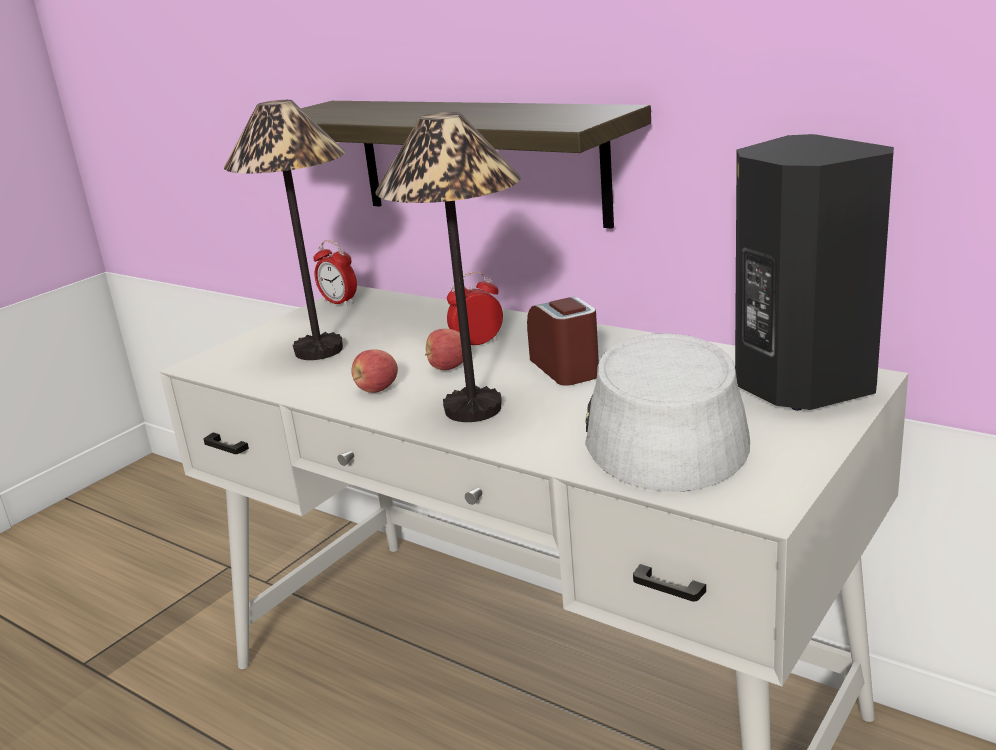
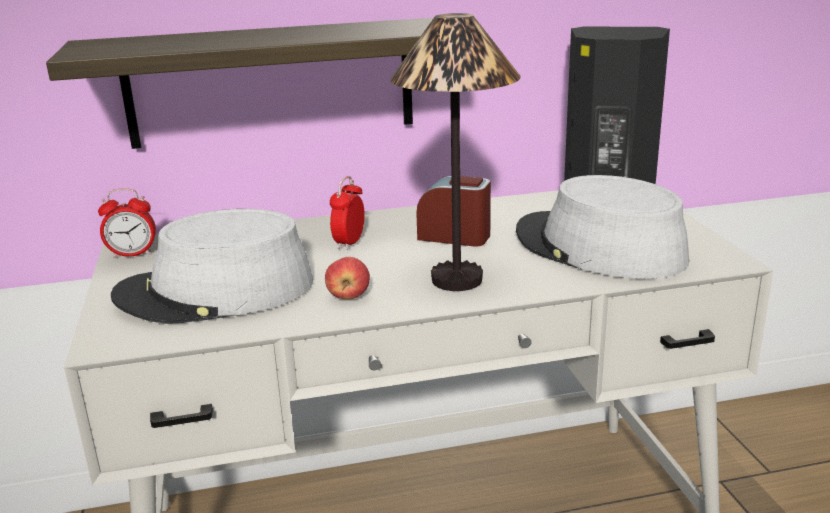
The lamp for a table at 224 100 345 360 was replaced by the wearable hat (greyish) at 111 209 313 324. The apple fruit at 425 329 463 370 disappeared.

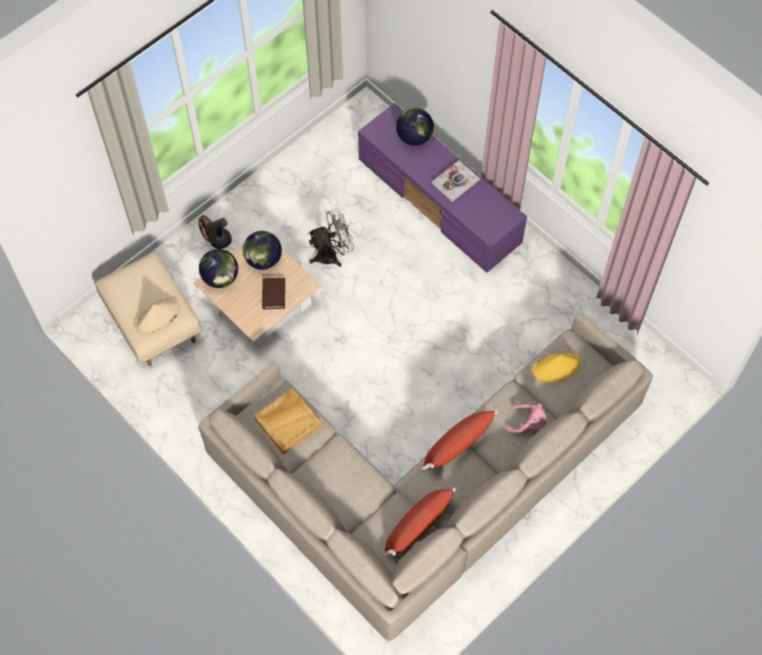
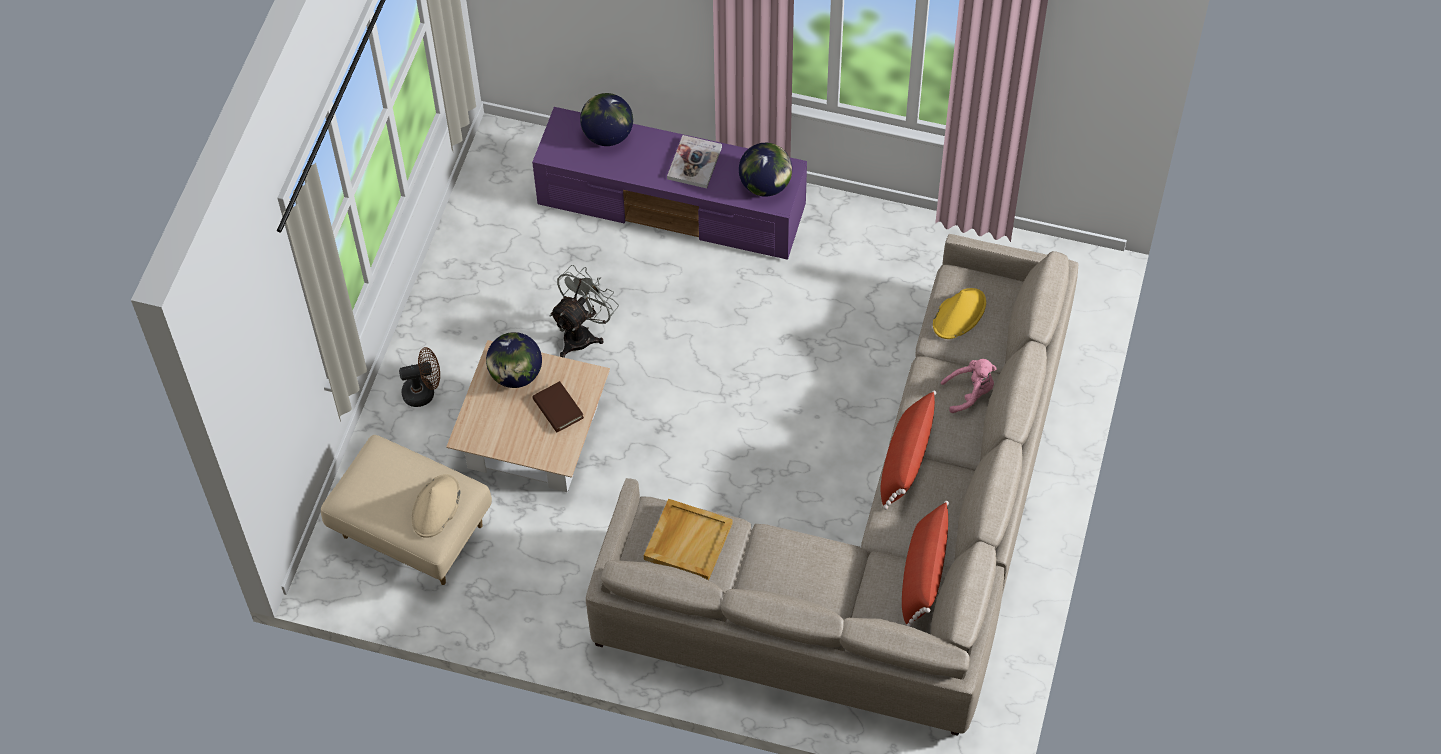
The fan (brown-coloured) at 199 215 232 249 turned 135 degrees counterclockwise. The desk globe moved from 199 249 238 288 to 739 143 792 197.

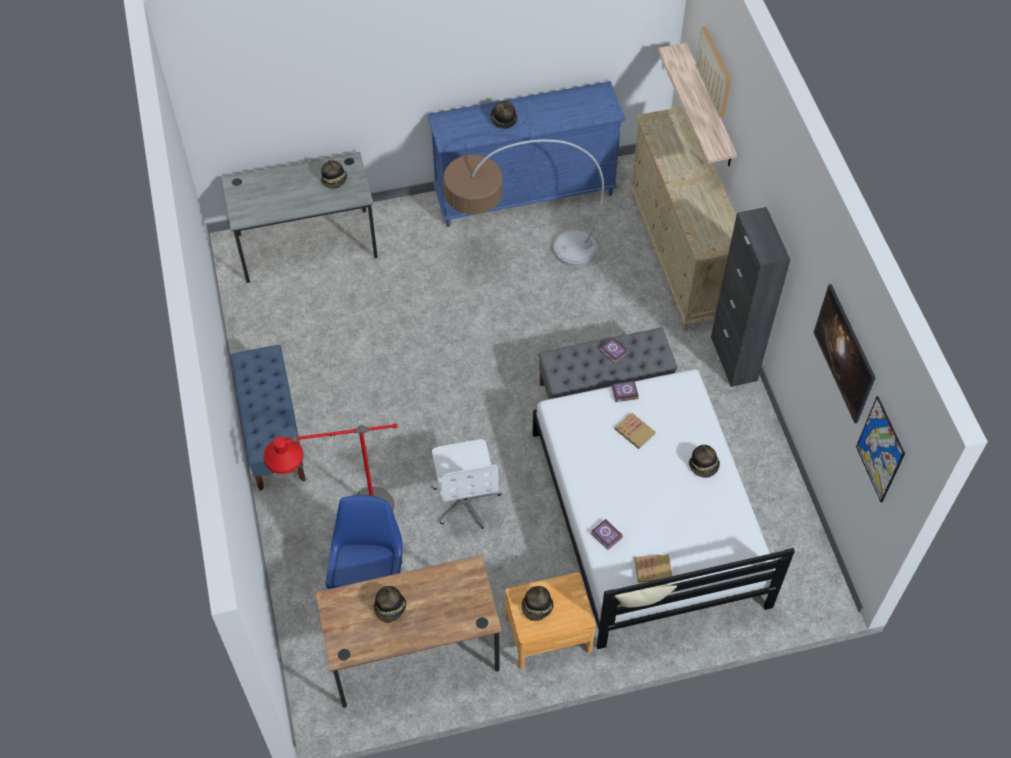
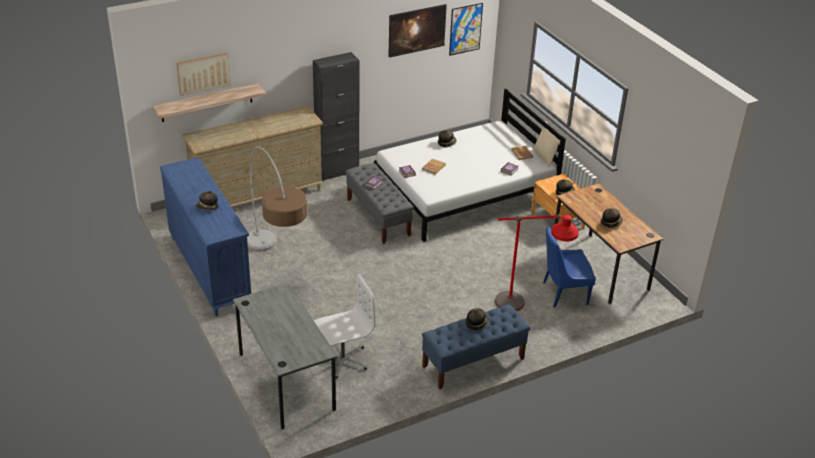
The desk chair (white-coloured) moved from 432 439 502 529 to 314 274 375 379. The wearable hat moved from 321 160 347 189 to 465 308 489 331.

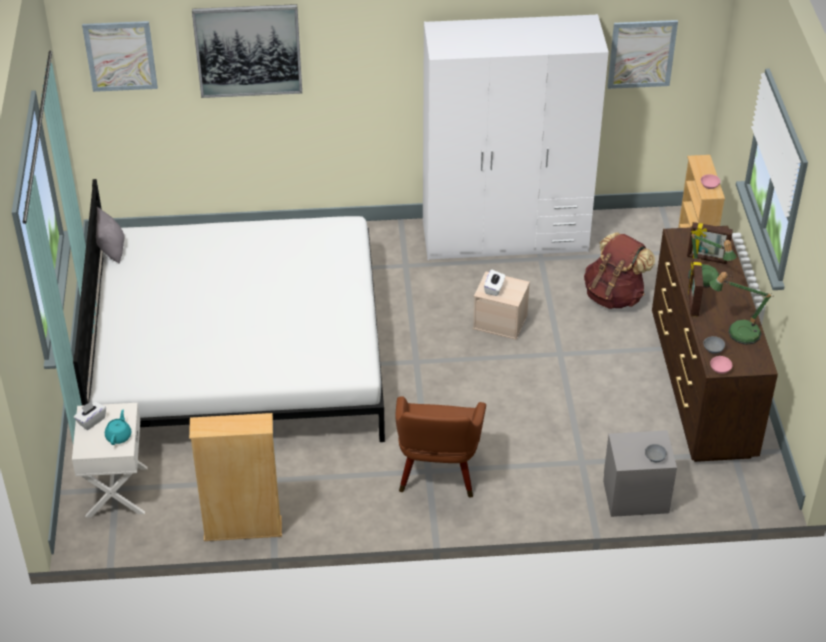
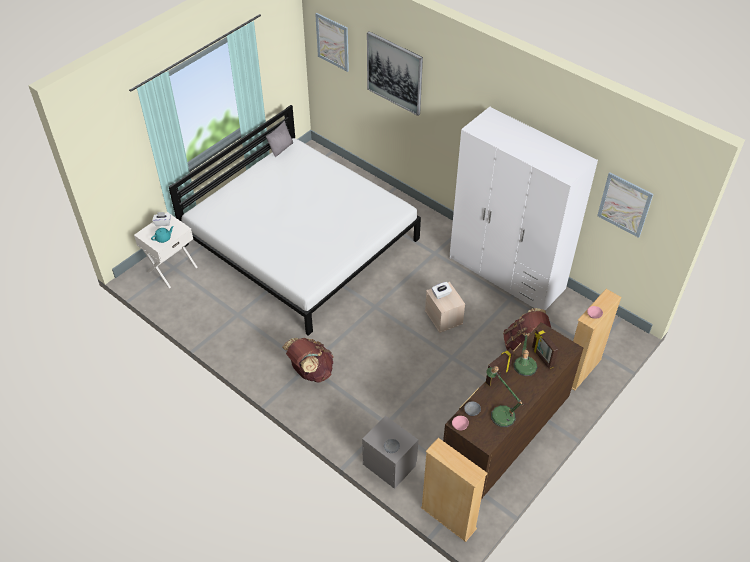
The armchair (brown-coloured) at 395 396 486 498 was replaced by the rucksack (brown-coloured) at 282 338 334 383. The shelving unit (beige) moved from 189 413 282 541 to 421 438 488 542.

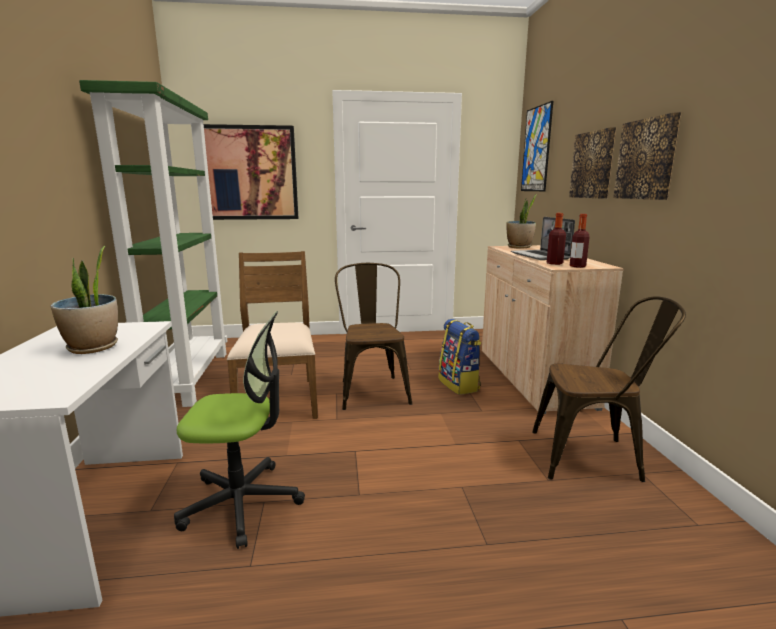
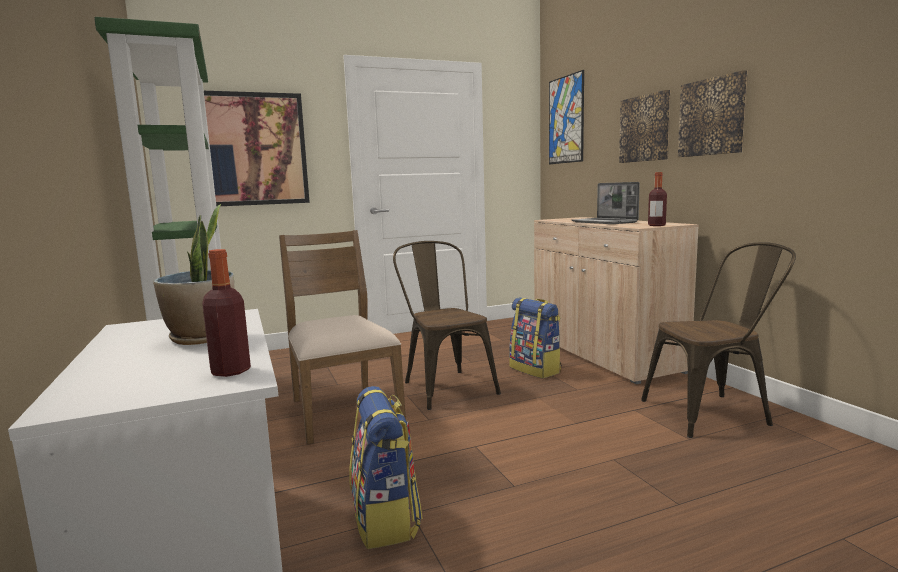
The drink bottle moved from 547 213 566 265 to 202 249 251 377. The desk chair at 174 311 305 549 was replaced by the rucksack at 349 386 423 549. The potted plant at 507 194 537 249 disappeared.

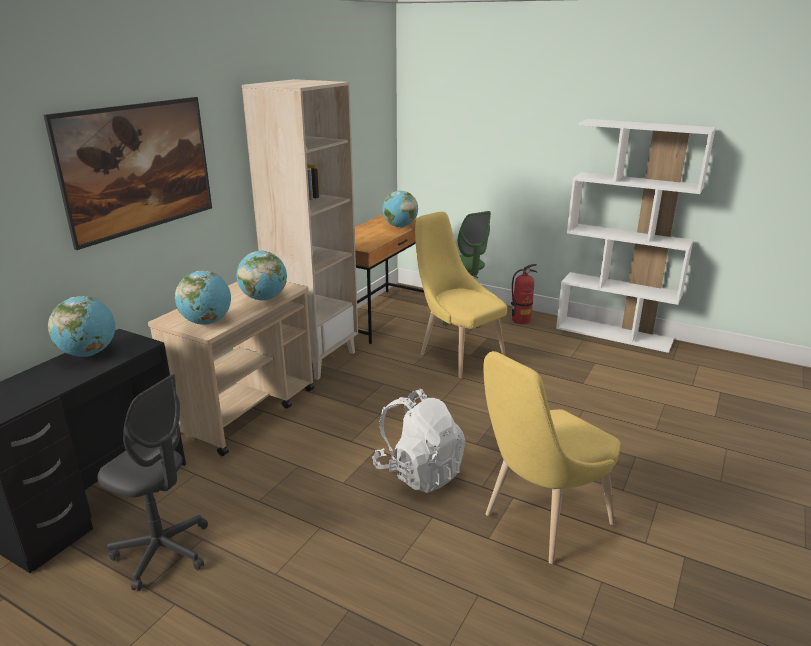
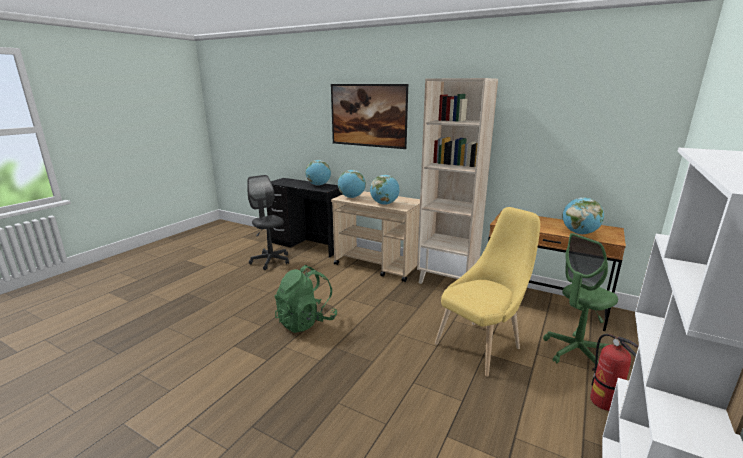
The desk chair (greyish) at 98 374 208 591 turned 120 degrees clockwise. The rucksack (white-coloured) at 372 388 465 493 became the rucksack (green) at 274 265 337 333. The chair (yellow) at 483 351 621 564 disappeared.

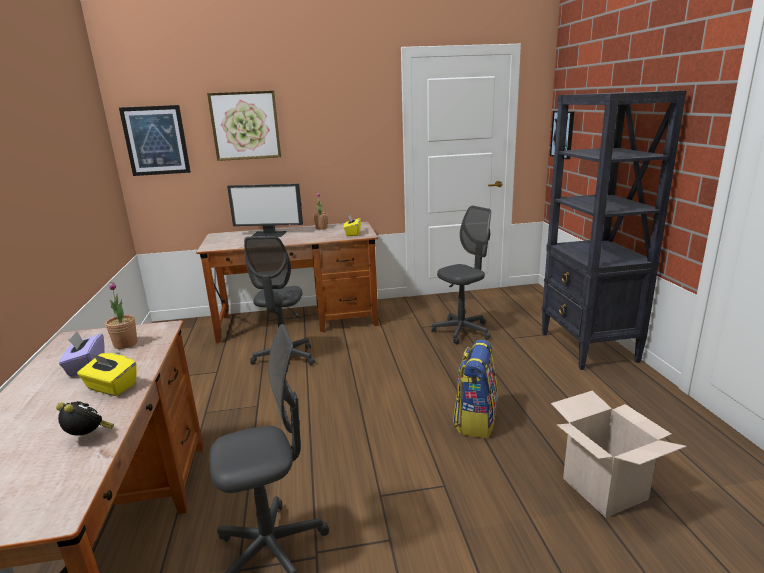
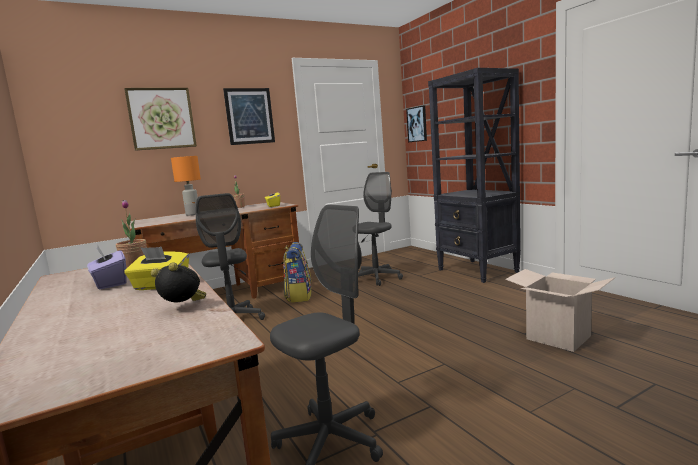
The computer display at 227 184 303 237 was replaced by the lamp for a table (orange-coloured) at 171 156 201 215. The wall art moved from 119 105 191 176 to 223 88 275 145. The rucksack moved from 453 340 498 439 to 283 242 312 303.

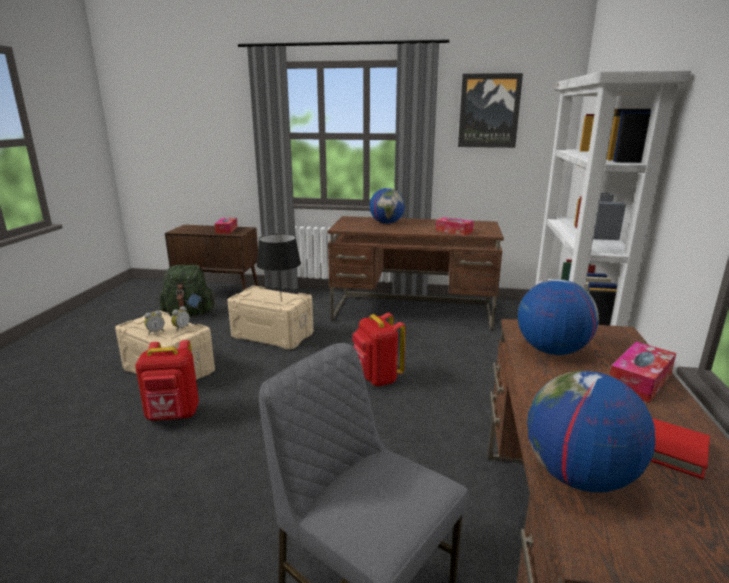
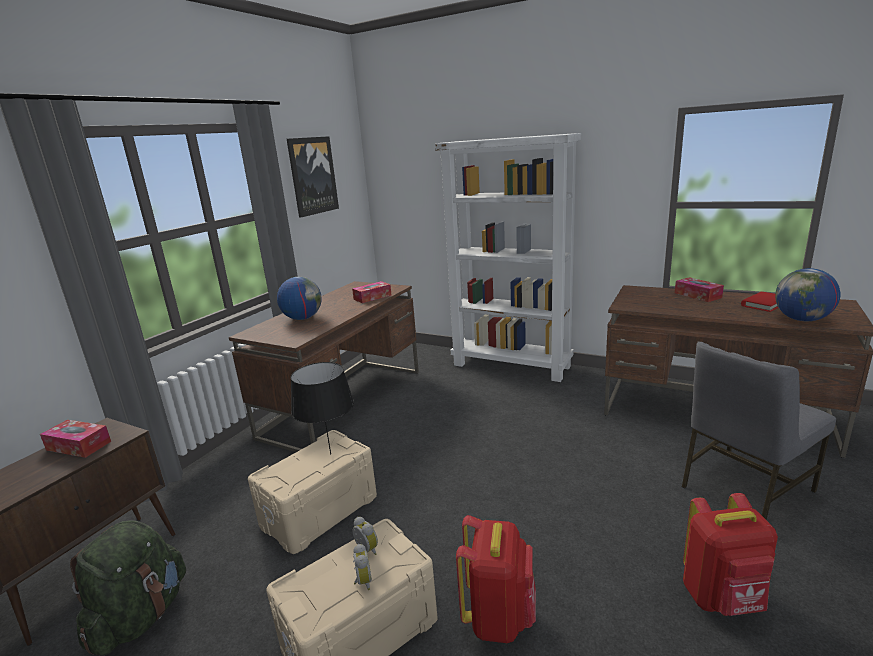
The rucksack (red-coloured) moved from 353 312 406 387 to 683 493 778 616. The desk globe at 518 279 599 355 disappeared.

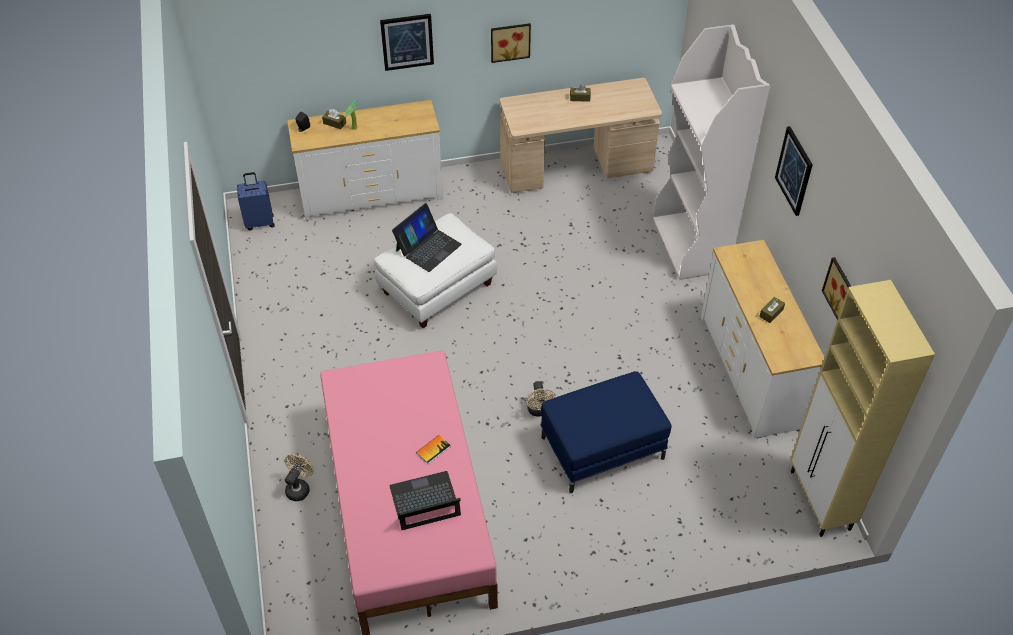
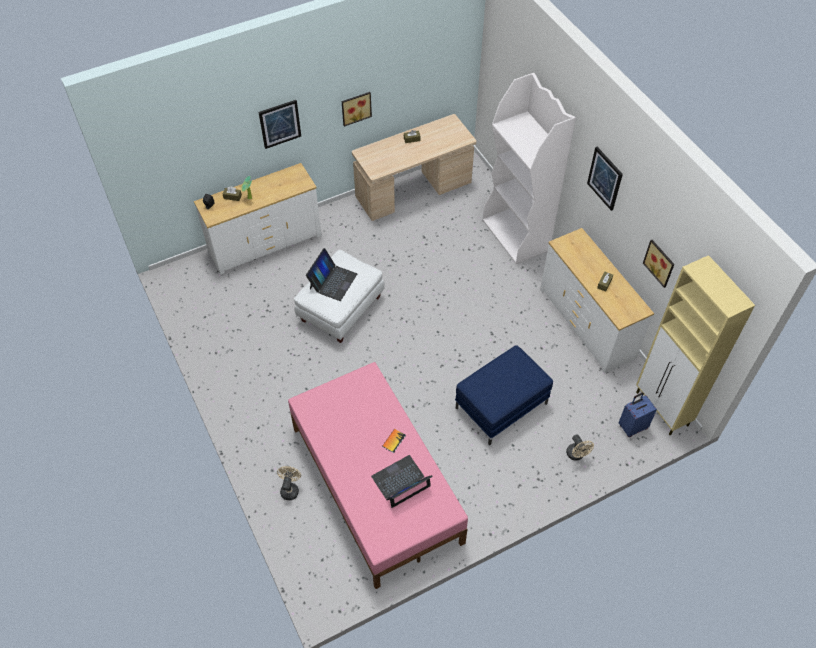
The fan (beige) moved from 526 381 556 416 to 566 434 594 461. The piece of luggage (blue-coloured) moved from 237 172 275 231 to 619 392 657 437.

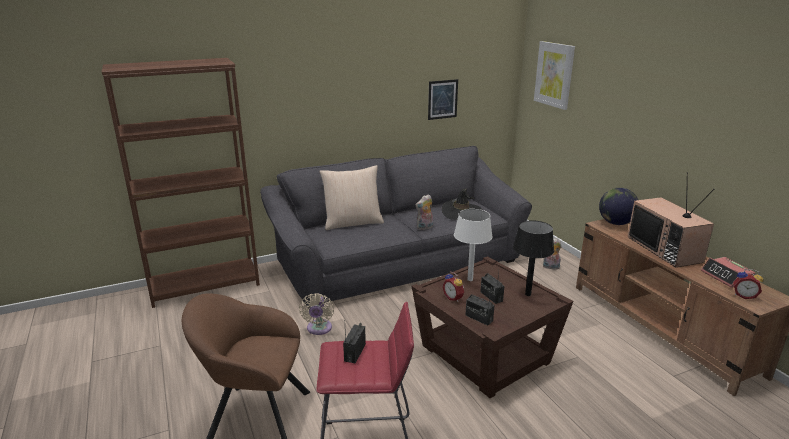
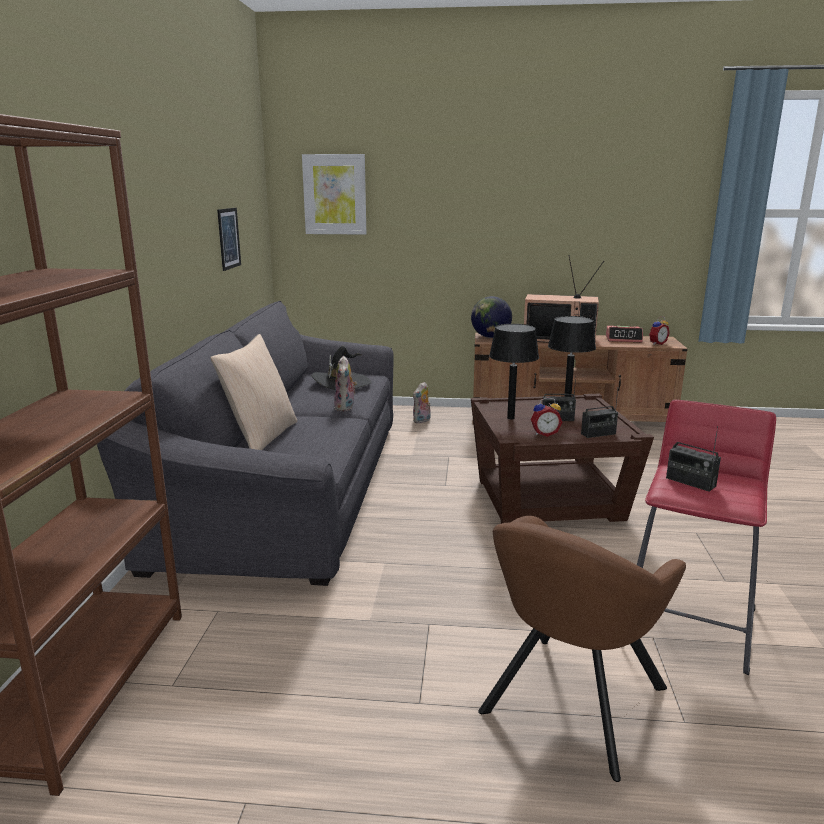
The lamp for a table (white-coloured) at 454 209 493 281 became the lamp for a table (black-coloured) at 489 324 539 420. The fan (beige) at 299 293 334 335 disappeared.

